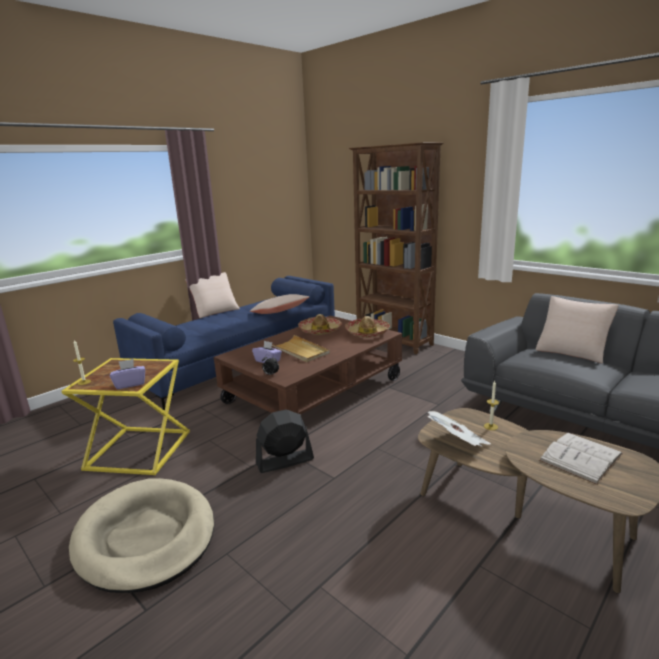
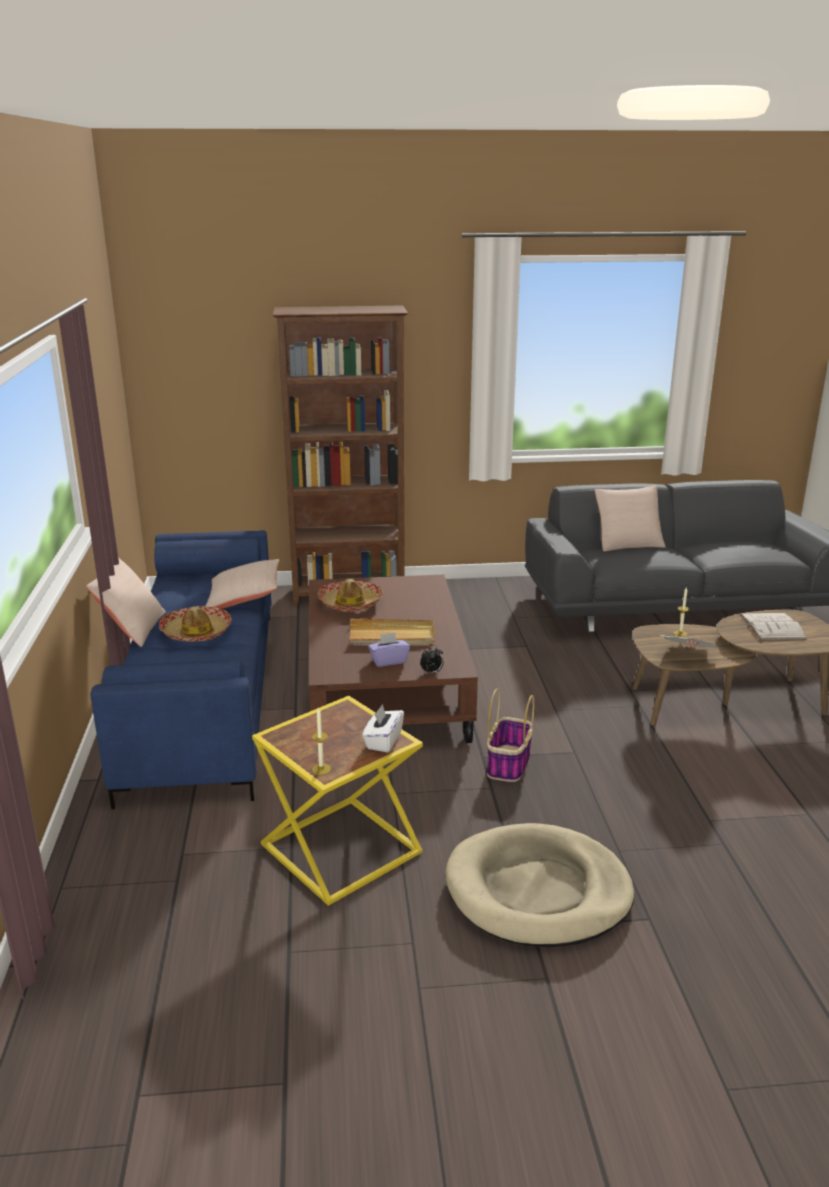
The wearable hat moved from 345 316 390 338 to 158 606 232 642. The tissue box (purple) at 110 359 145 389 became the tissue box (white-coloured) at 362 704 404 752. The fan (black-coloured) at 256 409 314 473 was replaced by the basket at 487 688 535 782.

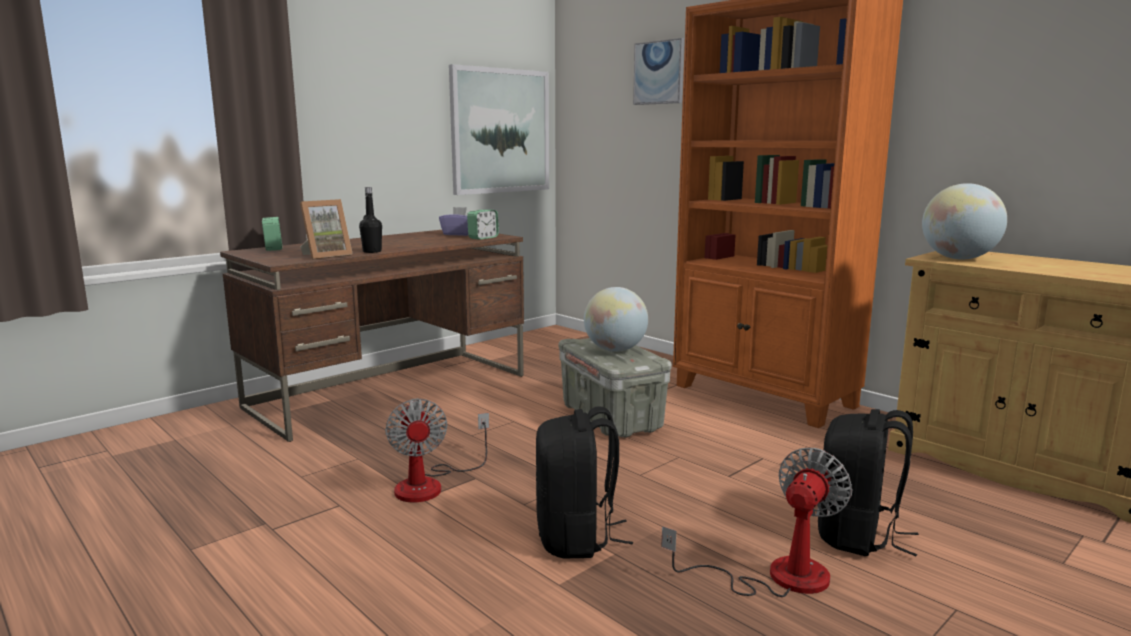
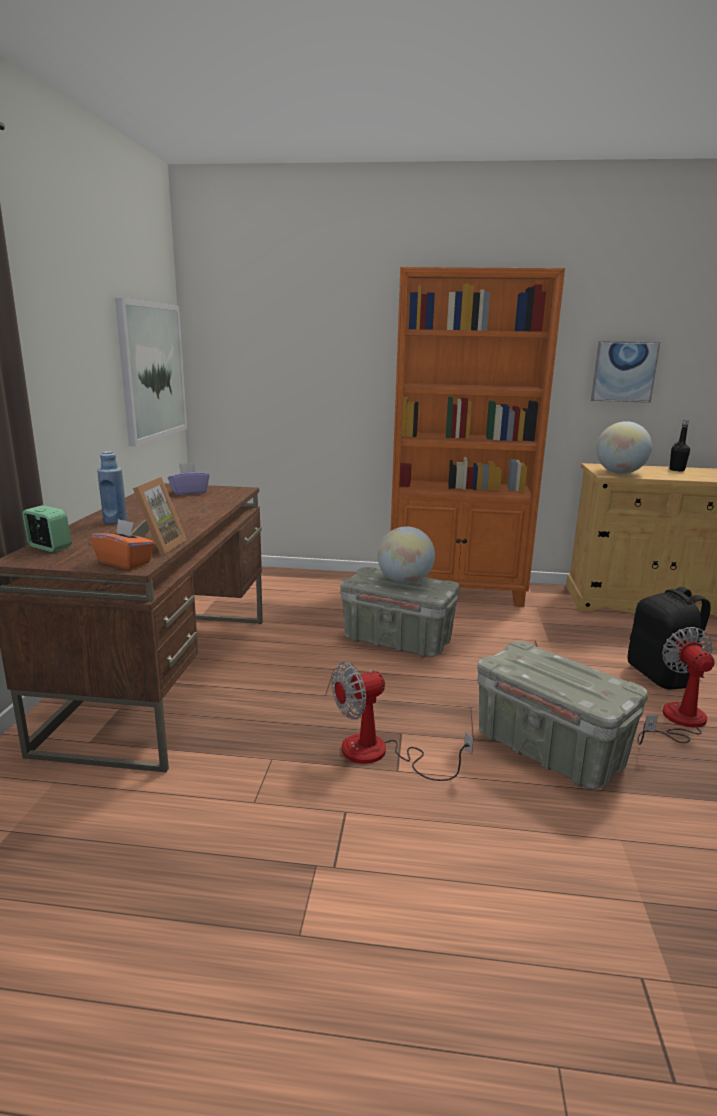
The tissue box (orange-coloured) at 90 519 155 570 appeared. The drink bottle (blue-coloured) at 97 451 127 524 appeared. The fan at 385 398 489 502 turned 120 degrees clockwise. The rucksack (black-coloured) at 536 406 633 558 was replaced by the storage bin (greyish) at 477 641 648 789. The wall art moved from 633 38 684 105 to 591 341 660 403. The drink bottle (black-coloured) moved from 359 187 382 253 to 670 420 690 471. The table clock at 467 210 499 240 disappeared.

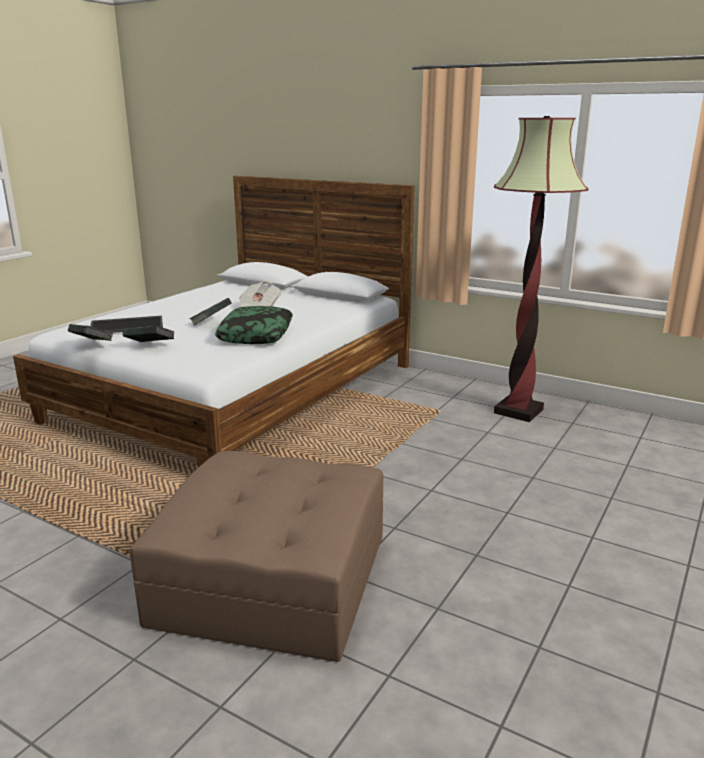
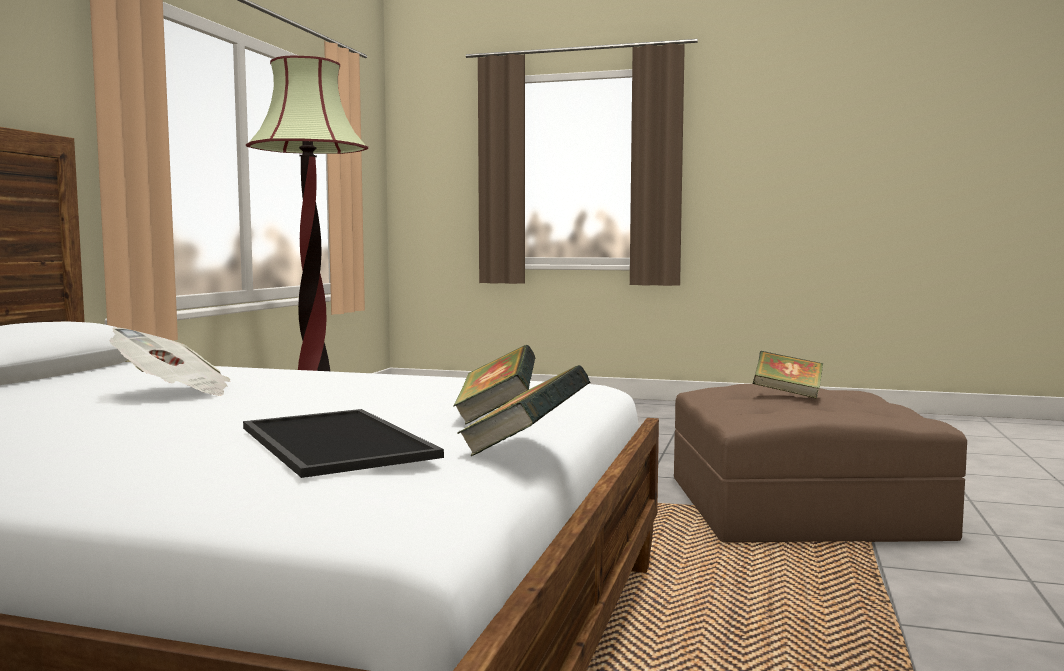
The volume moved from 189 298 232 326 to 753 351 823 399. The cushion at 215 306 293 344 disappeared.

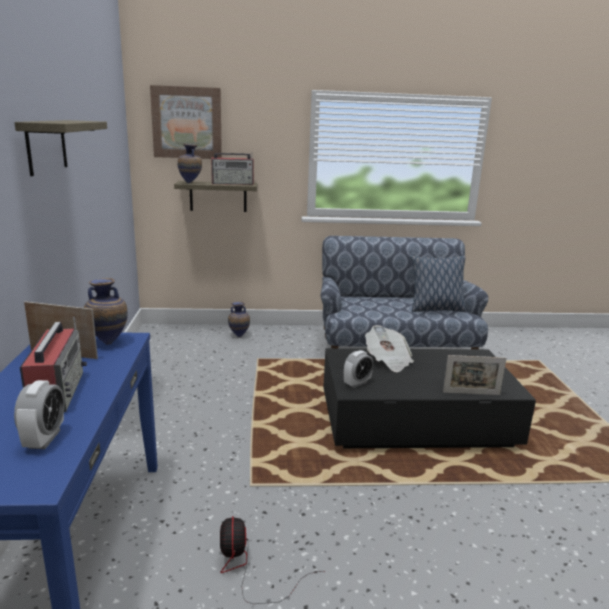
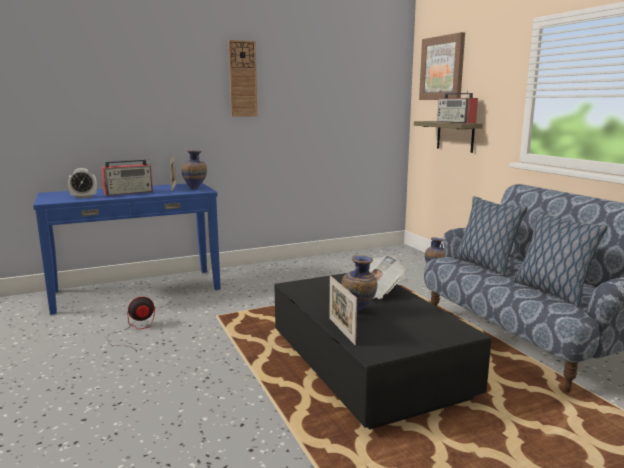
The shelf at 14 120 107 176 was replaced by the clock on the wall at 228 40 258 117. The decorative vase moved from 178 144 202 183 to 341 255 377 311. The cushion at 454 196 528 276 appeared. The table clock at 344 350 373 388 disappeared.

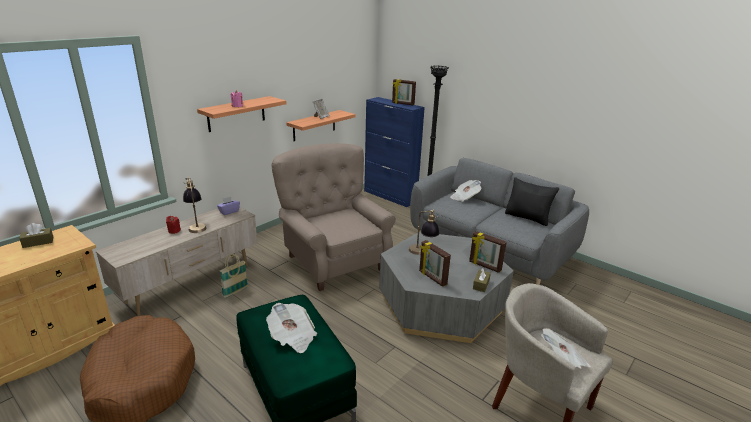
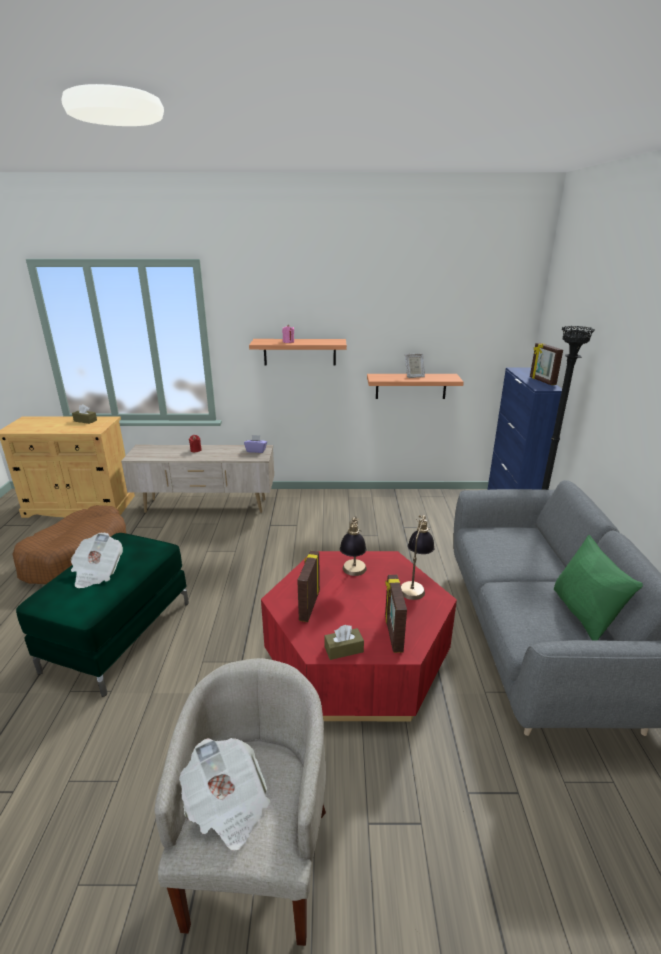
The lounge table (greyish) at 379 232 514 343 became the lounge table (red-coloured) at 261 551 457 721. The lamp for a table moved from 183 177 206 233 to 401 515 435 600. The cushion (black-coloured) at 505 177 560 226 became the cushion (green) at 554 535 643 640. The basket at 220 254 248 298 disappeared. The armchair (beige) at 271 143 396 291 disappeared. The daily paper at 450 180 482 202 disappeared.

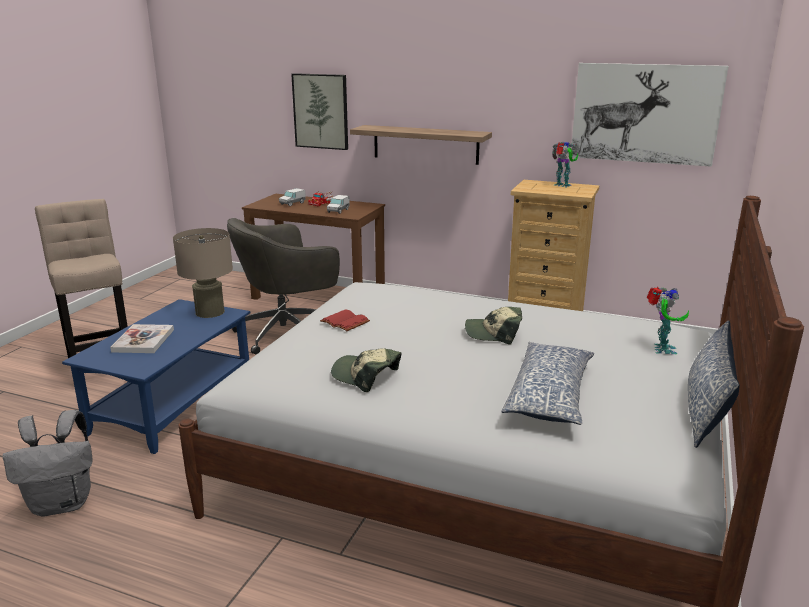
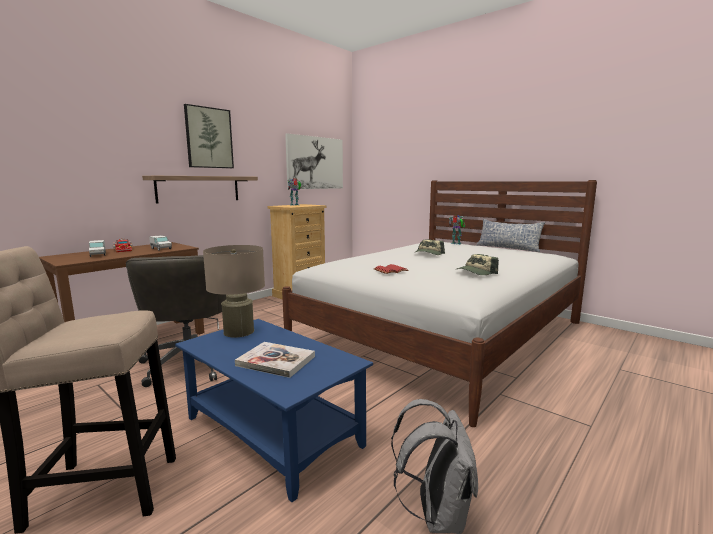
The wall art moved from 291 73 348 150 to 184 104 234 168. The cushion at 502 342 594 425 disappeared.

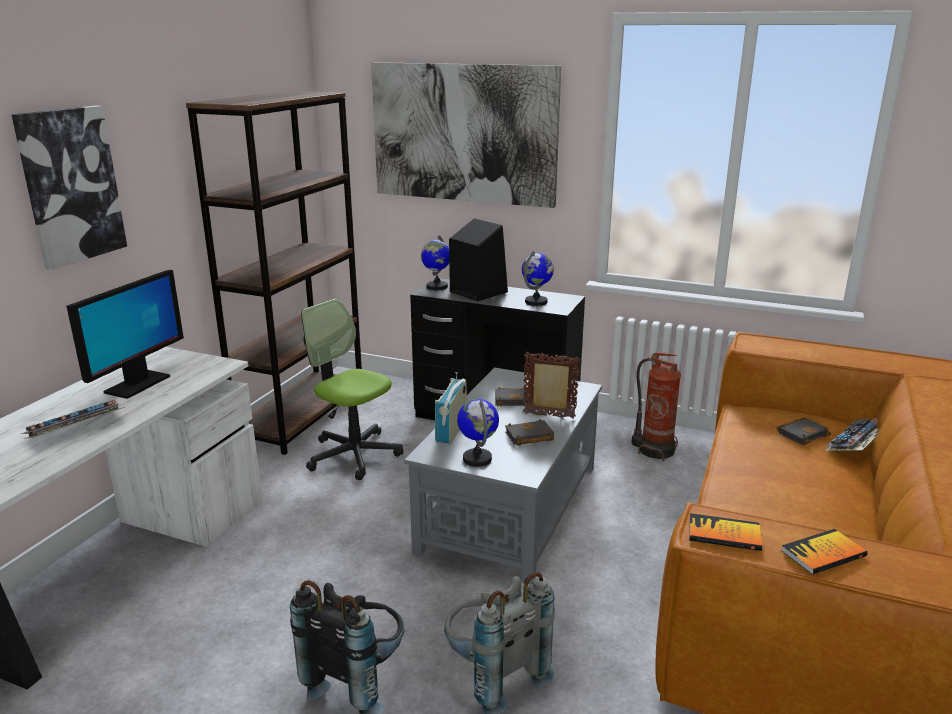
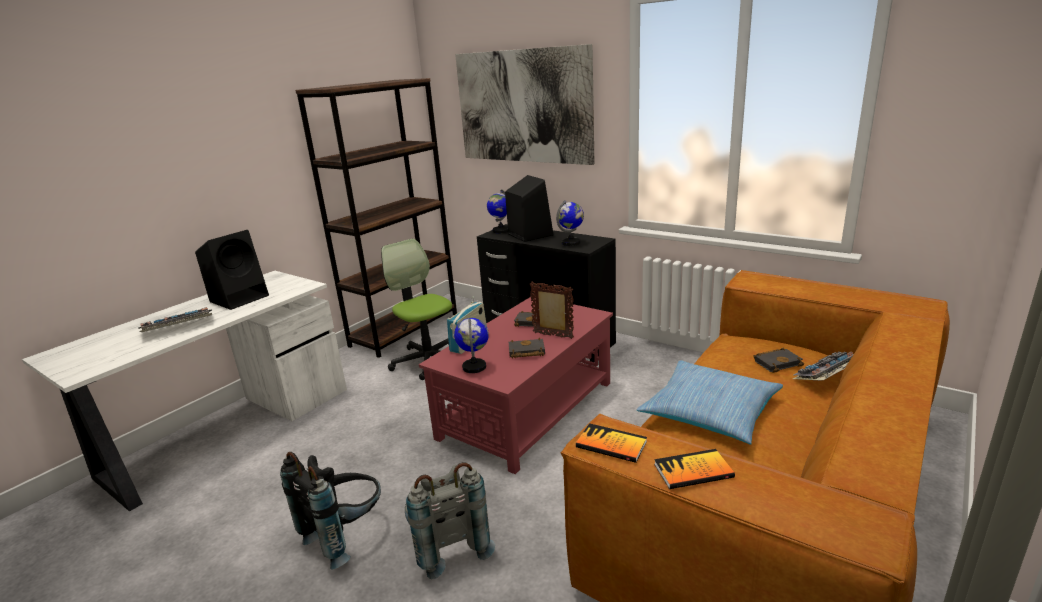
The computer display at 66 270 184 399 was replaced by the audio speaker (black-coloured) at 195 230 269 310. The lounge table (greyish) at 404 367 602 584 became the lounge table (red-coloured) at 419 297 613 474. The cushion at 636 360 783 445 appeared. The wall art at 12 106 127 270 disappeared. The extinguisher at 631 352 681 461 disappeared.

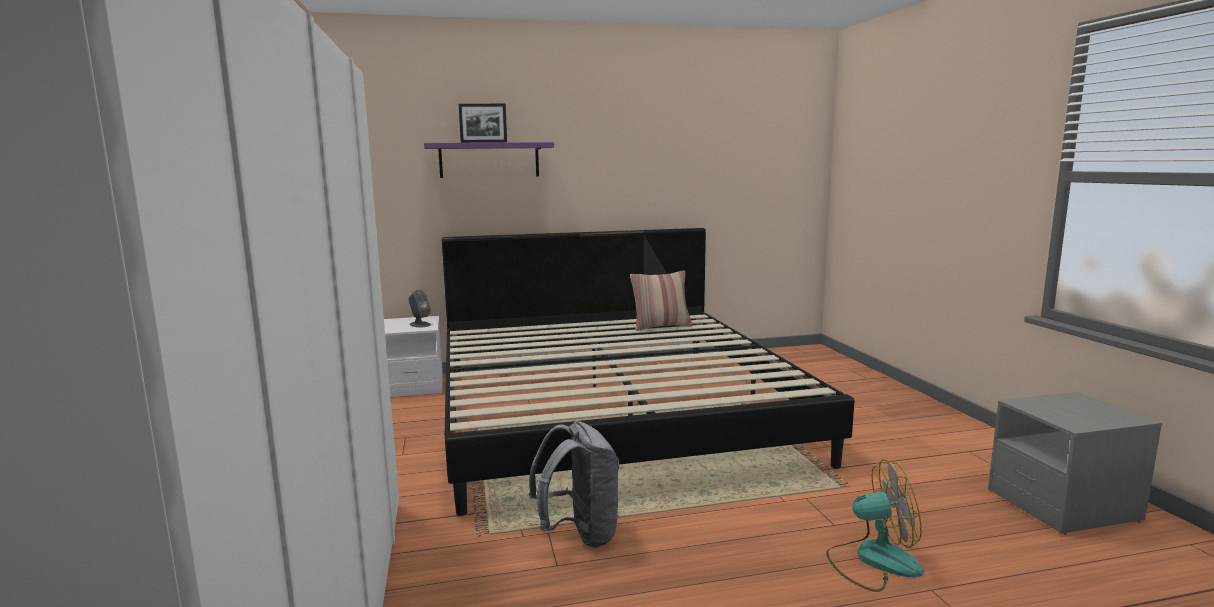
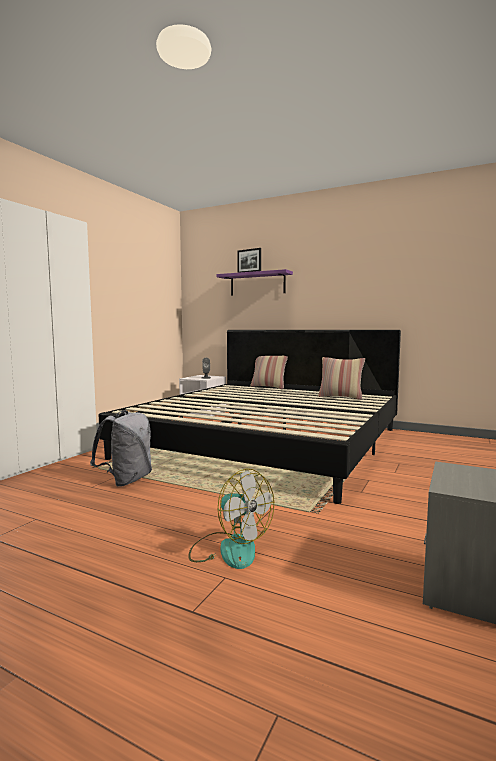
The cushion at 250 356 288 389 appeared.

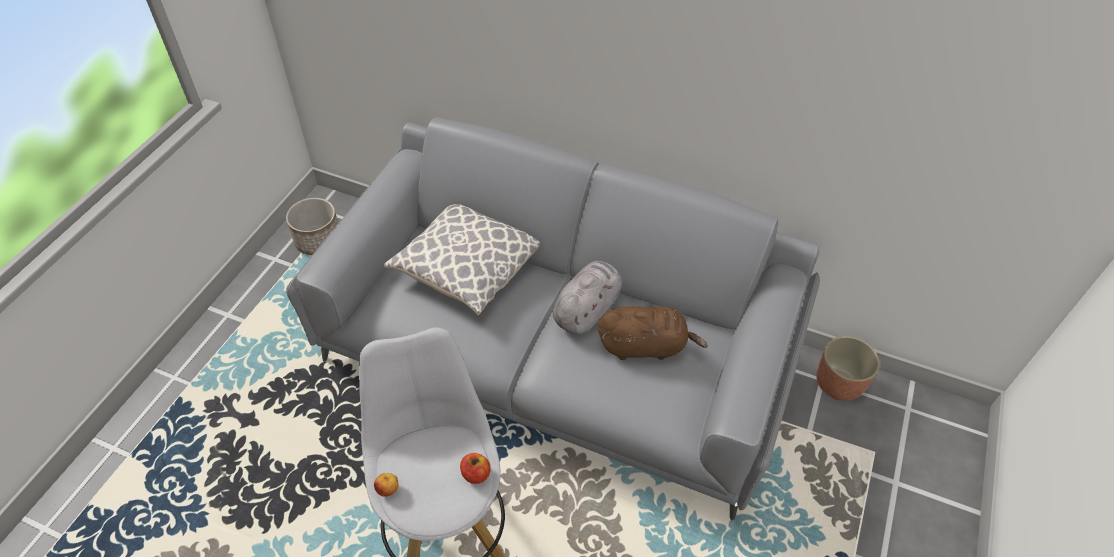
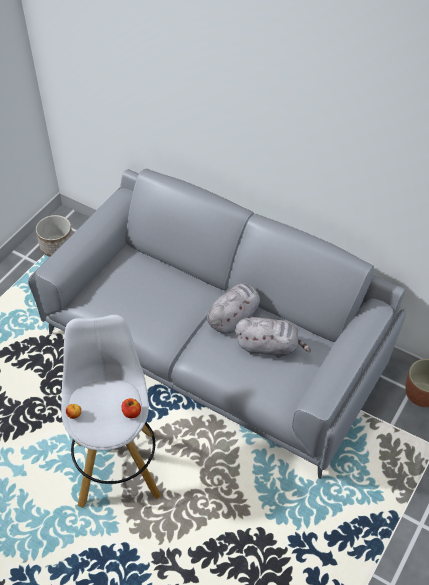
The cuddly toy (brown-coloured) at 598 306 708 360 became the cuddly toy (greyish) at 235 317 311 358. The cushion at 384 204 540 315 disappeared.

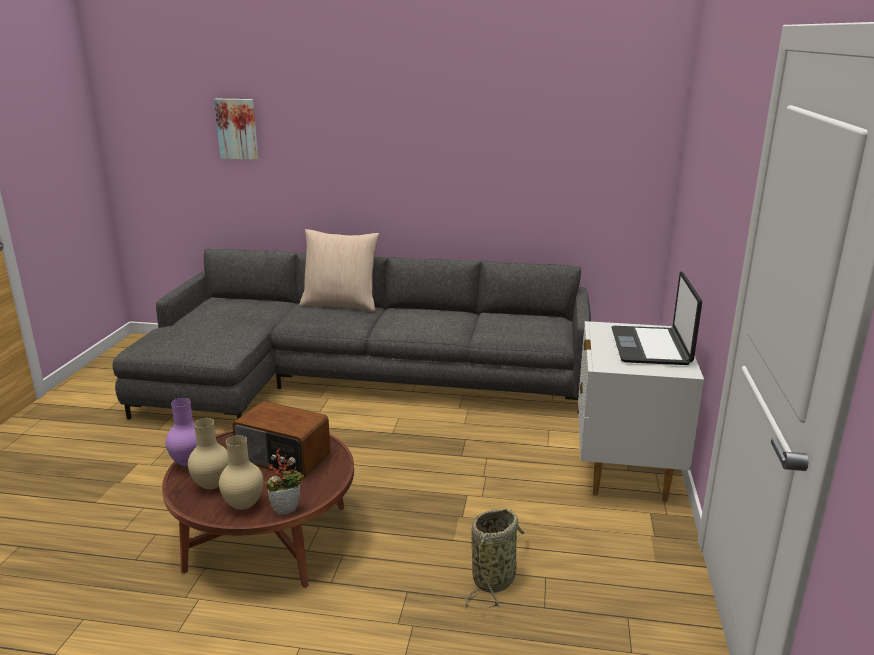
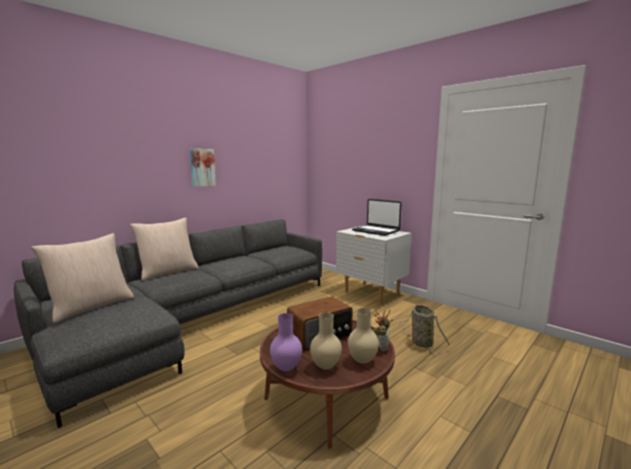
The cushion (beige) at 31 233 134 323 appeared. The wall art moved from 214 99 259 160 to 189 149 216 187.

